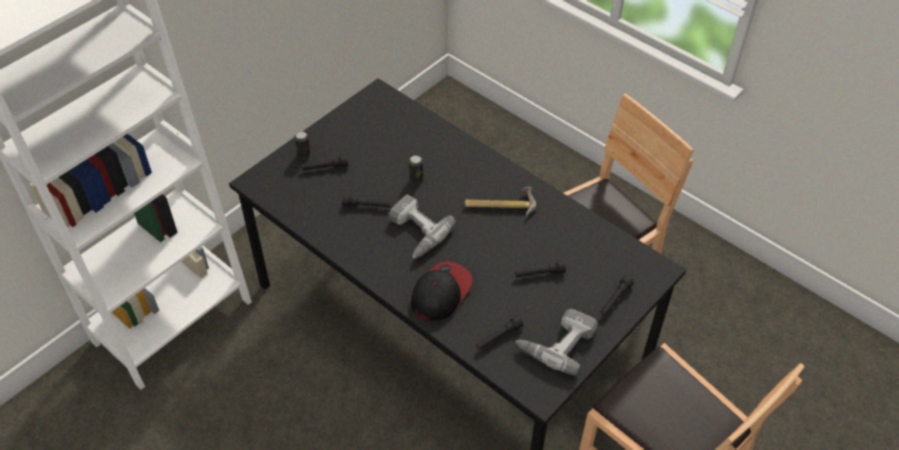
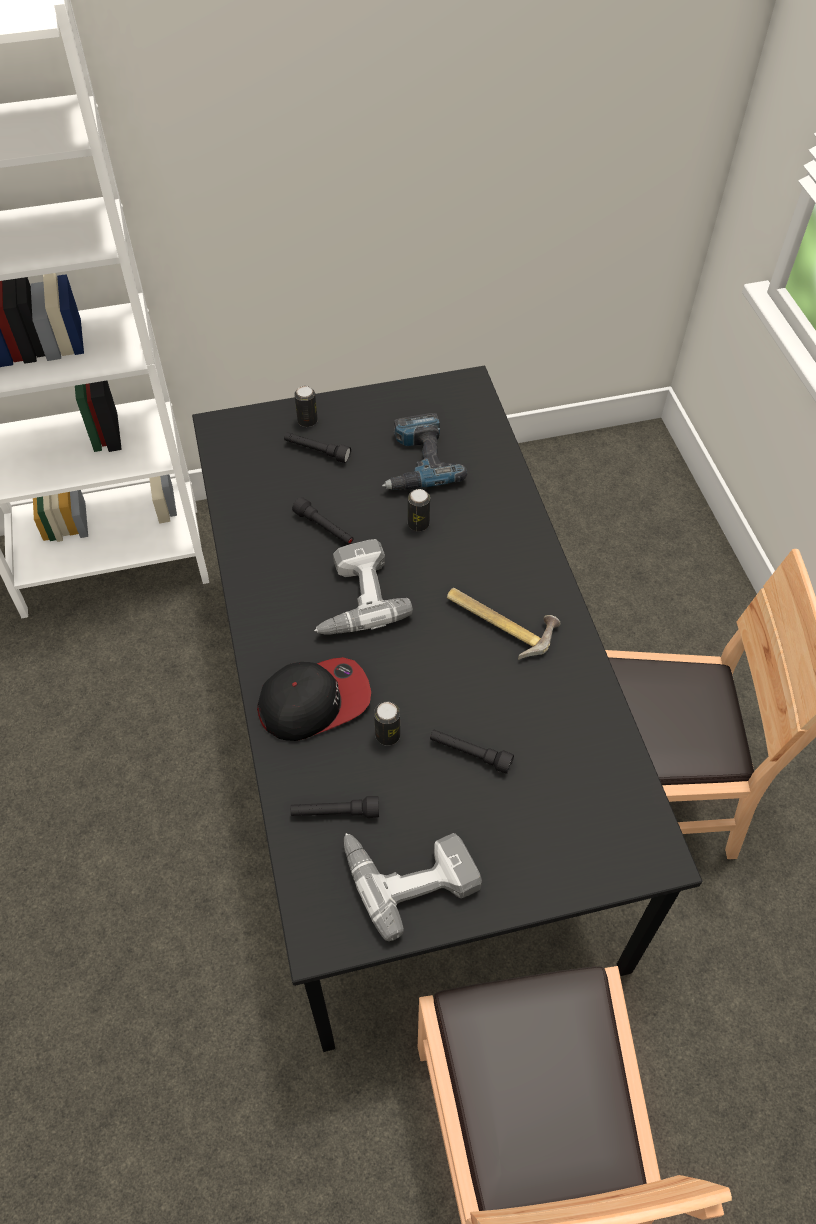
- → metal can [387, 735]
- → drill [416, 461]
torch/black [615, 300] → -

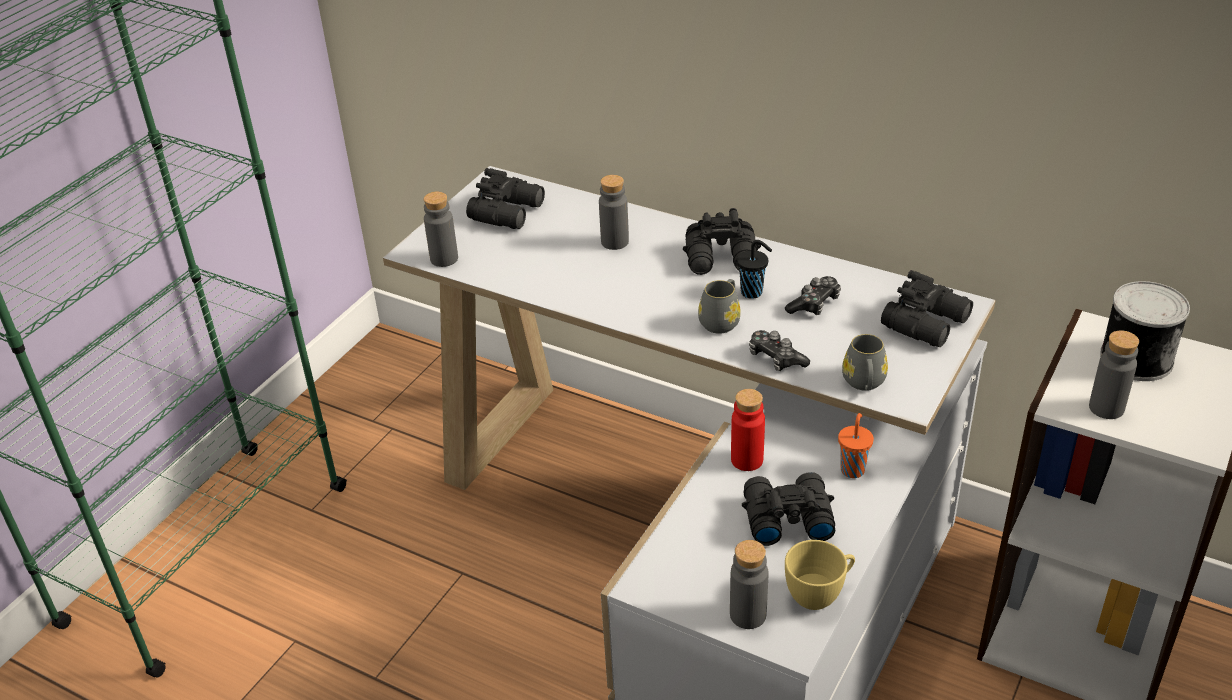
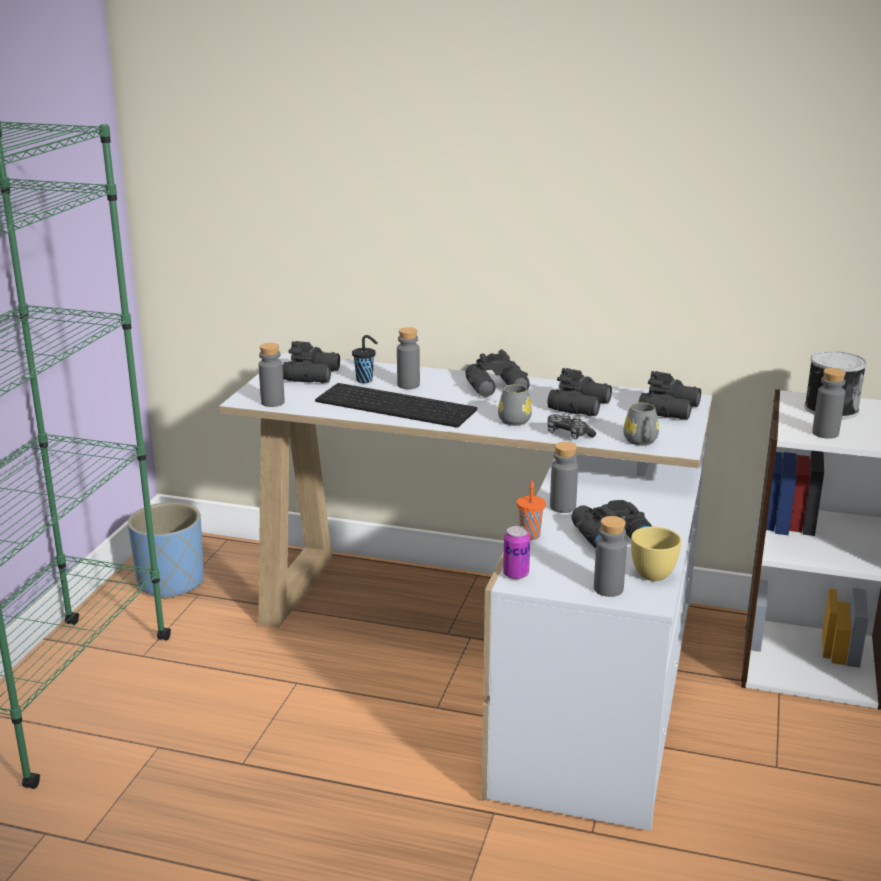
- → planter/bluish [171, 582]
- → computer keyboard [398, 405]
drinking cup/black [753, 292] → drinking cup/black [365, 380], relocated
- → metal can [516, 574]
drinking cup/orange-coloured [852, 469] → drinking cup/orange-coloured [530, 535], relocated
gamepad [814, 304] → field glasses/black [581, 406]
beverage bottle/red [747, 460] → beverage bottle/greyish [562, 507]

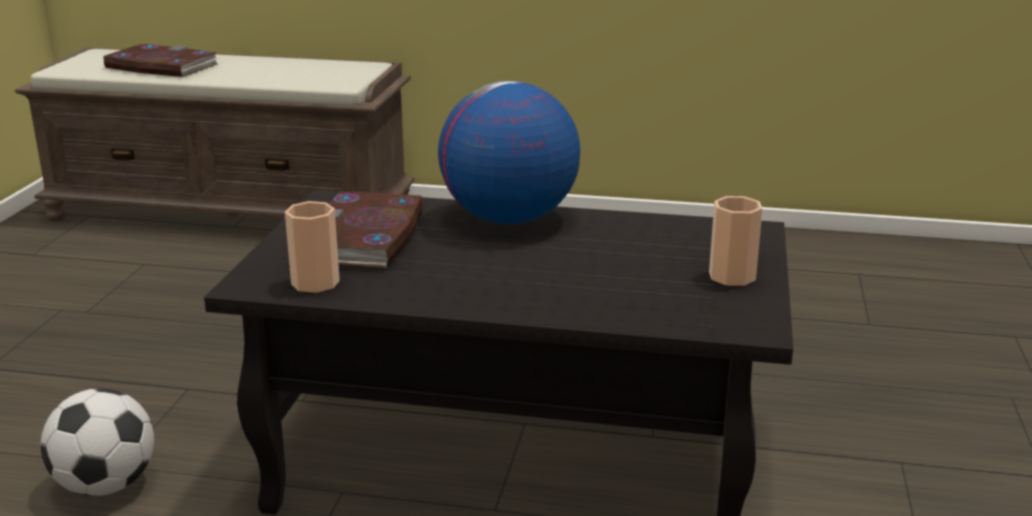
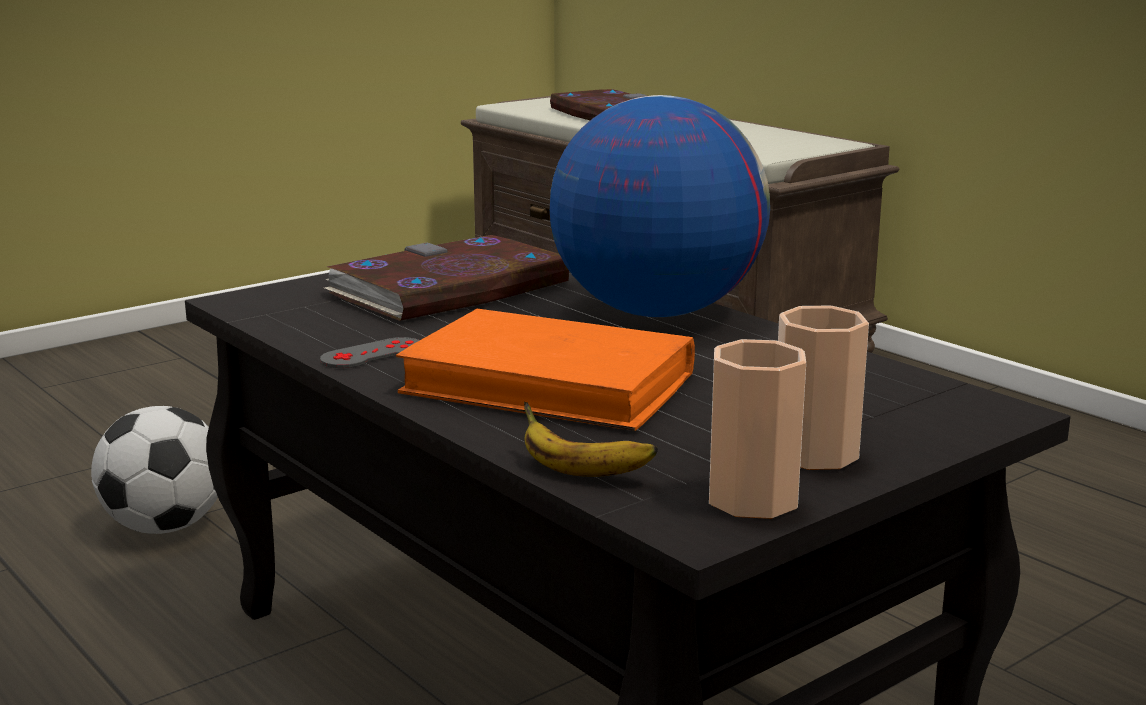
- → gamepad/greyish [372, 354]
- → volume/orange-coloured [550, 384]
- → banana [581, 473]
drinking cup [315, 283] → drinking cup [752, 500], relocated

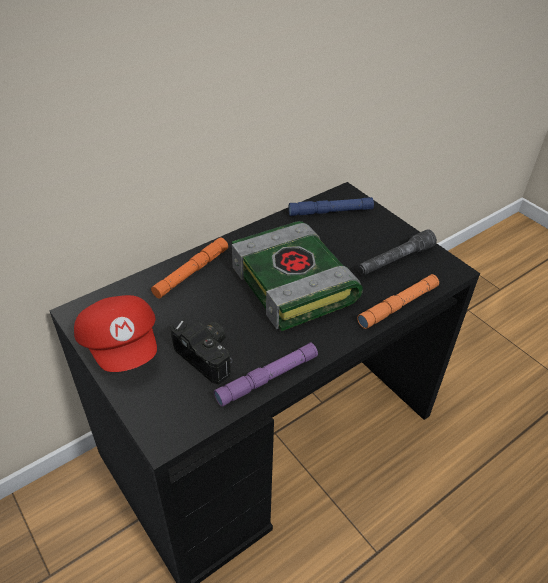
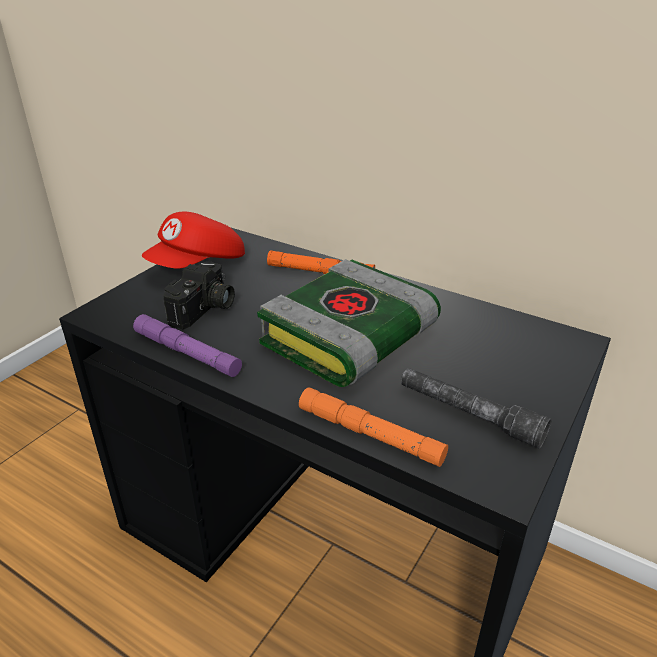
torch/bluish [330, 211] → -

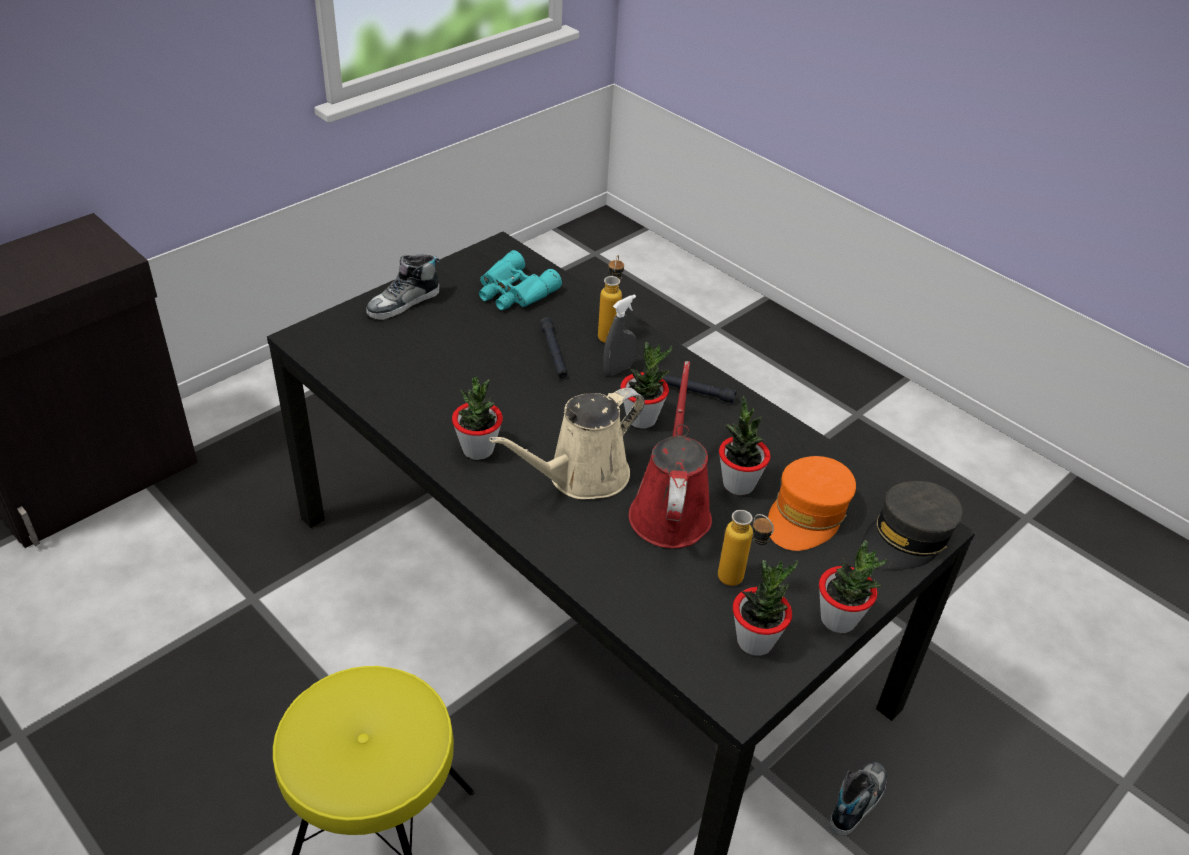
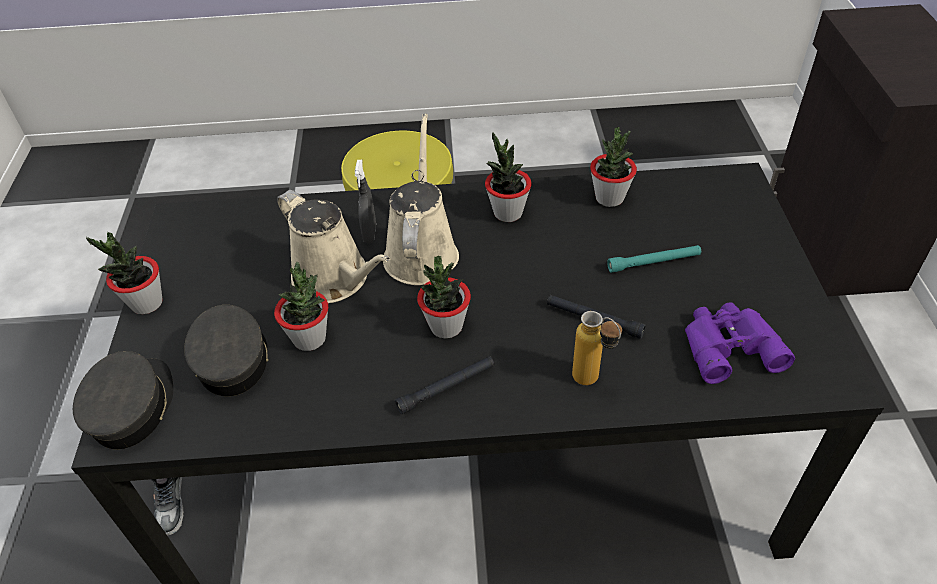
peaked cap/orange-coloured [807, 514] → peaked cap/greyish [232, 359]
watering can/red [670, 510] → watering can/beige-coloured [335, 280]
spray bottle/greyish [618, 369] → spray bottle/greyish [370, 233], relocated
plant in a pot [755, 641] → plant in a pot [609, 198], relocated
- → torch/turquoise [654, 262]
field glasses/turquoise [514, 292] → field glasses/purple-coloured [728, 345]
item of footwear [404, 303] → -
beverage bottle [739, 583] → -

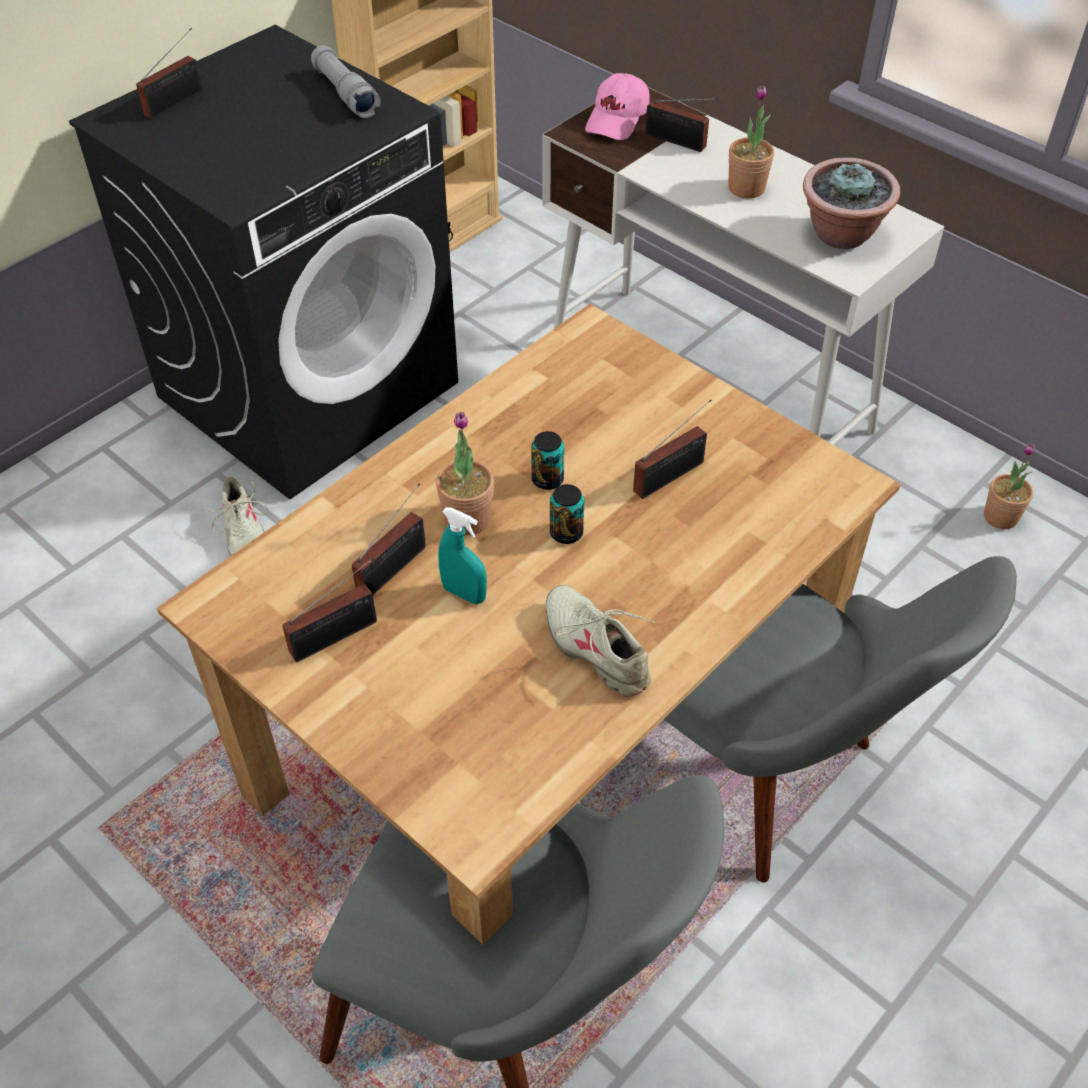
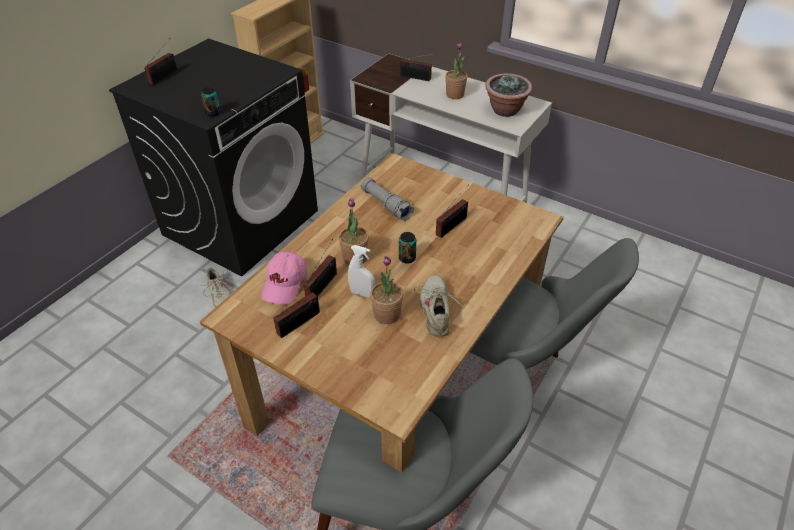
metal can [547, 480] → metal can [213, 113], relocated
peaked cap/pinkish [618, 120] → peaked cap/pinkish [285, 284], relocated
spray bottle/turquoise [464, 593] → spray bottle/white [362, 293]
torch/greyish [345, 94] → torch/greyish [386, 204], relocated
plant in a pot [1000, 517] → plant in a pot [387, 314], relocated
item of footwear/beige-coloured [597, 649] → item of footwear/beige-coloured [436, 310], 45 degrees clockwise

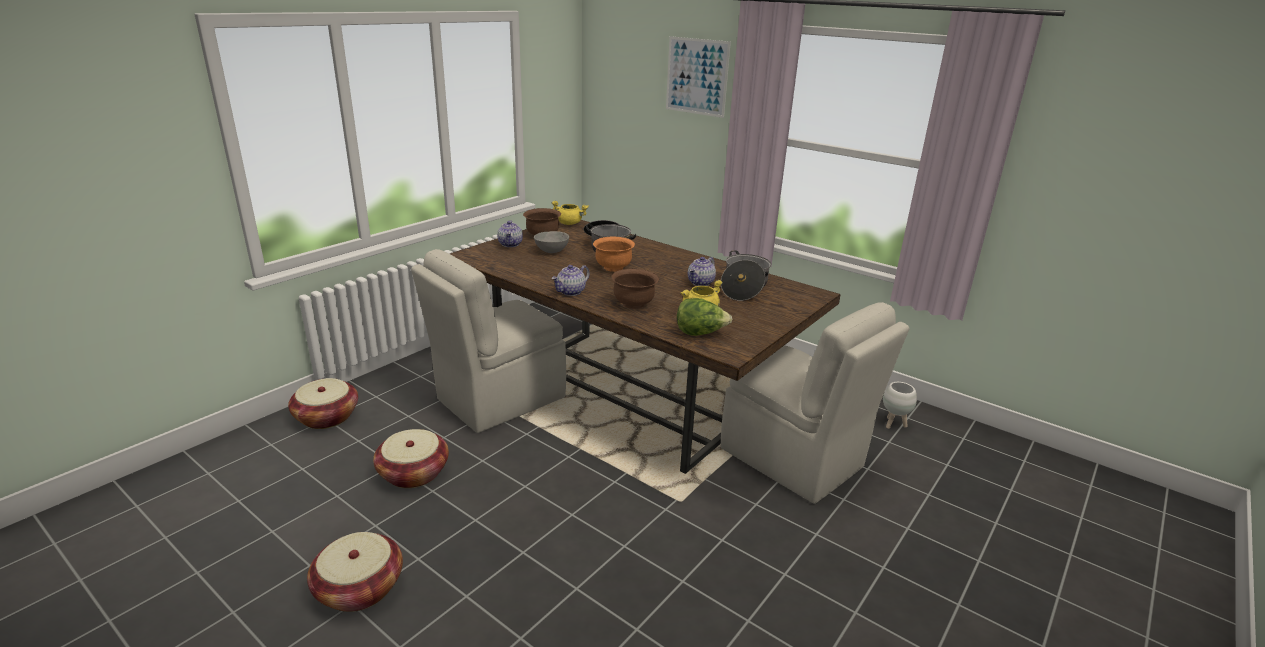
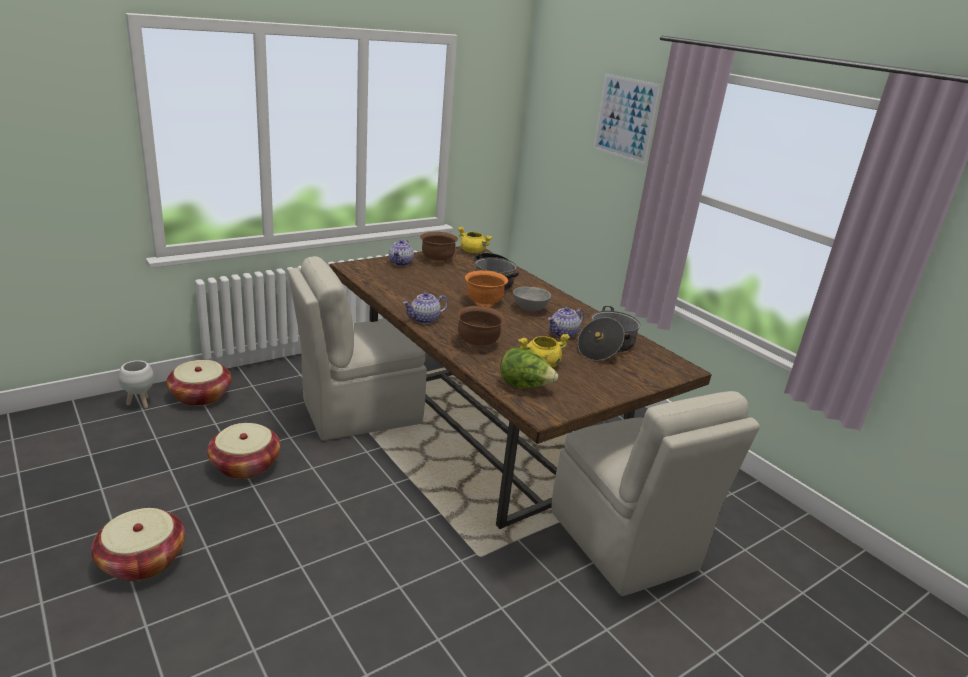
planter/white [893, 424] → planter/white [140, 403], relocated
bowl/greyish [551, 251] → bowl/greyish [529, 309], relocated

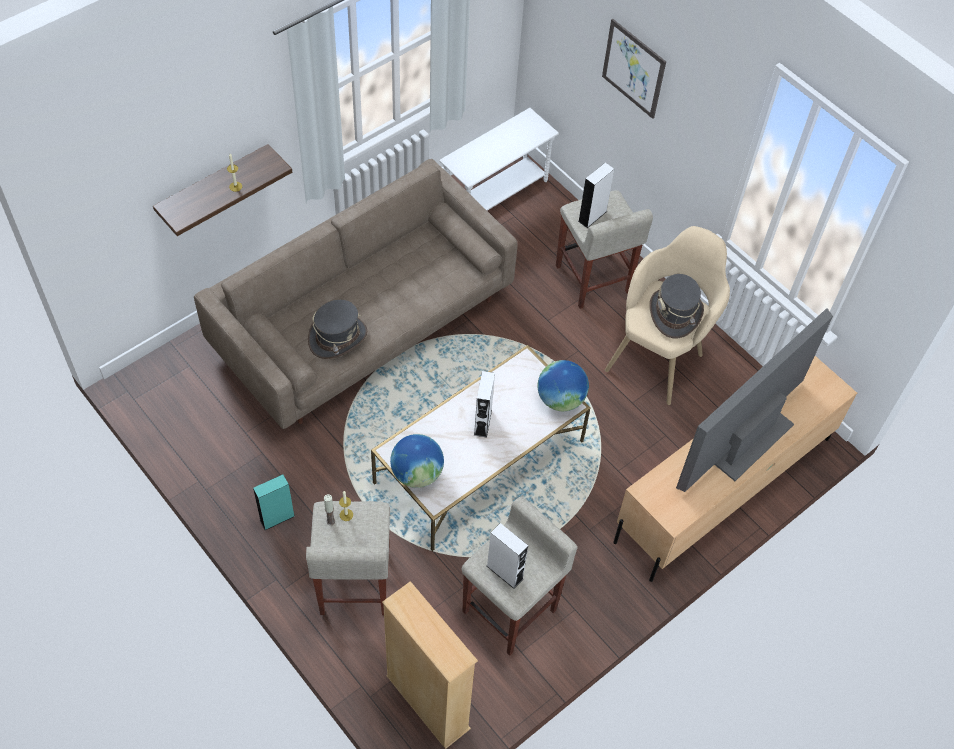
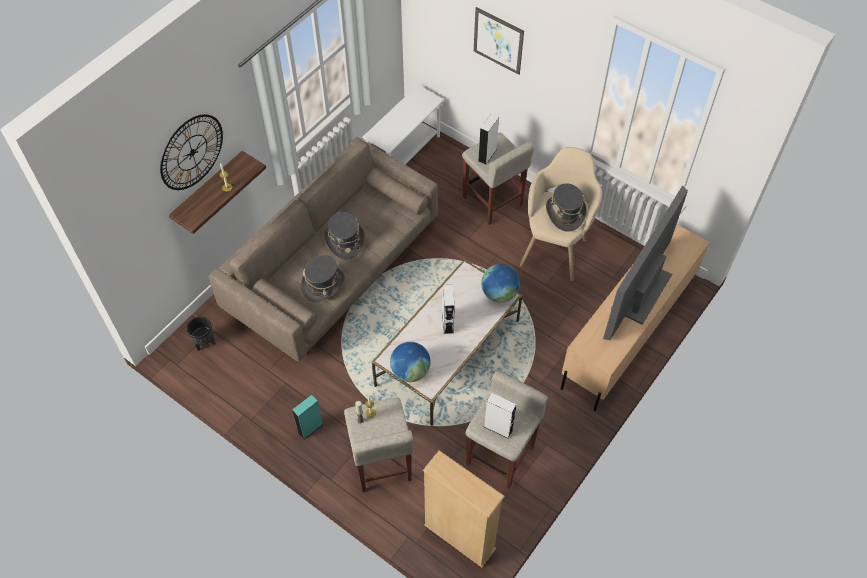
- → hanging clock [192, 152]
- → planter/black [205, 343]
- → hat/greyish [344, 241]

